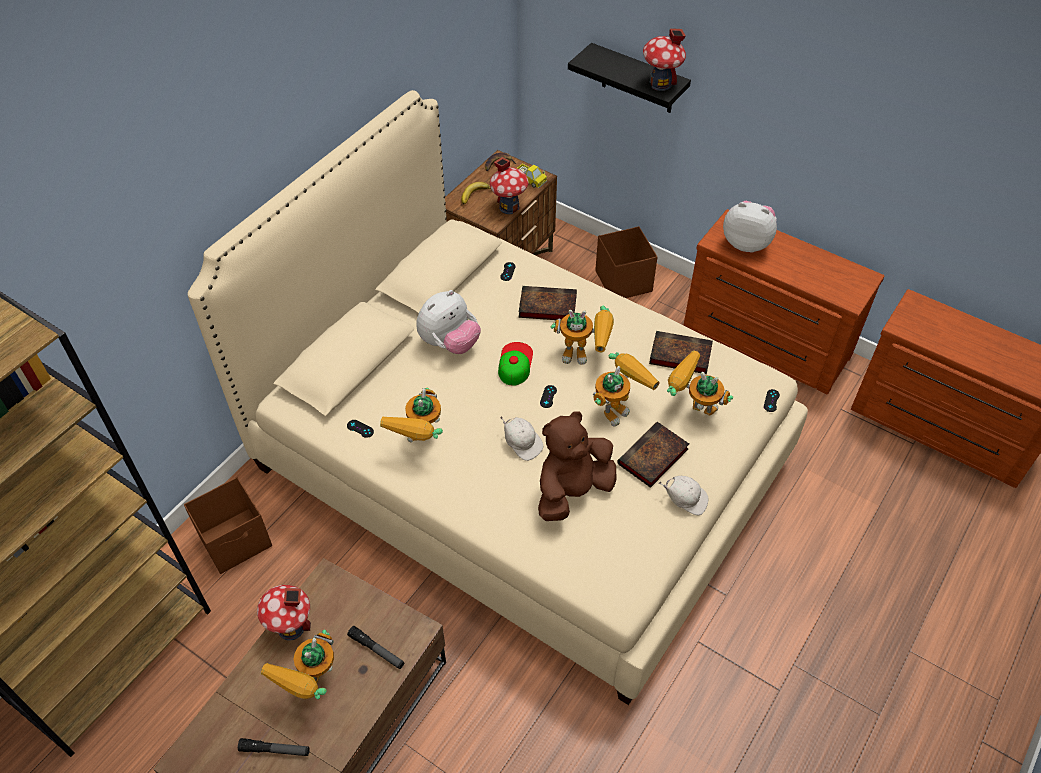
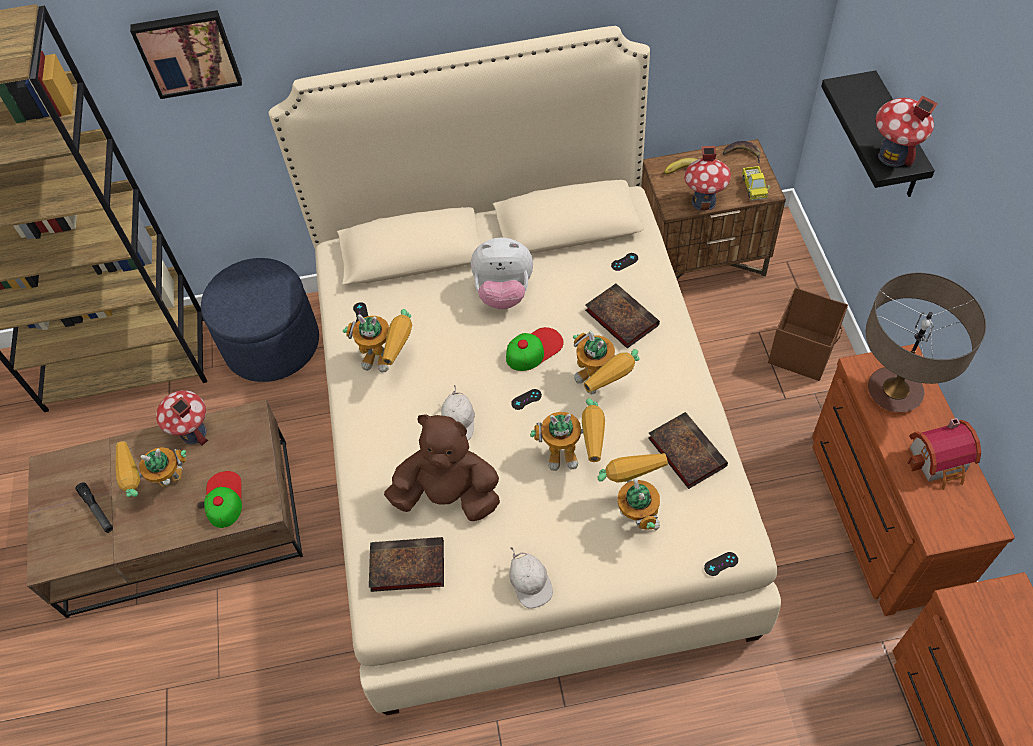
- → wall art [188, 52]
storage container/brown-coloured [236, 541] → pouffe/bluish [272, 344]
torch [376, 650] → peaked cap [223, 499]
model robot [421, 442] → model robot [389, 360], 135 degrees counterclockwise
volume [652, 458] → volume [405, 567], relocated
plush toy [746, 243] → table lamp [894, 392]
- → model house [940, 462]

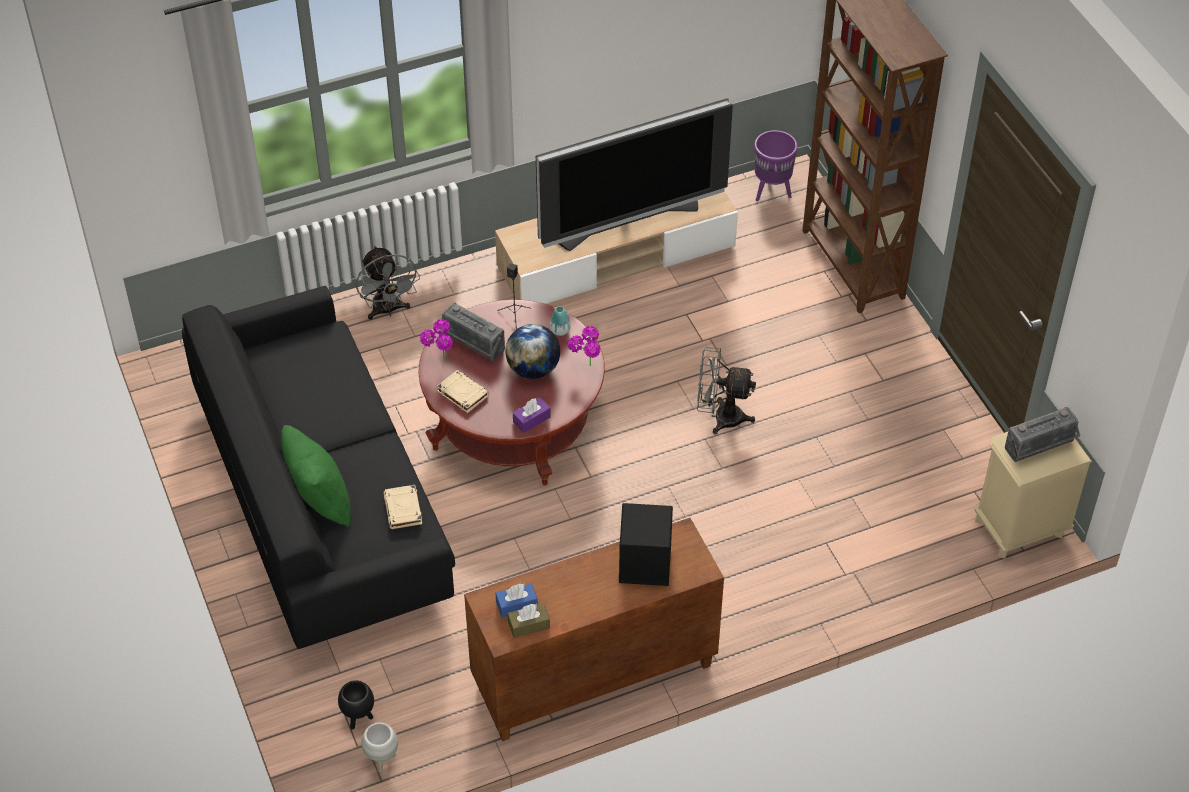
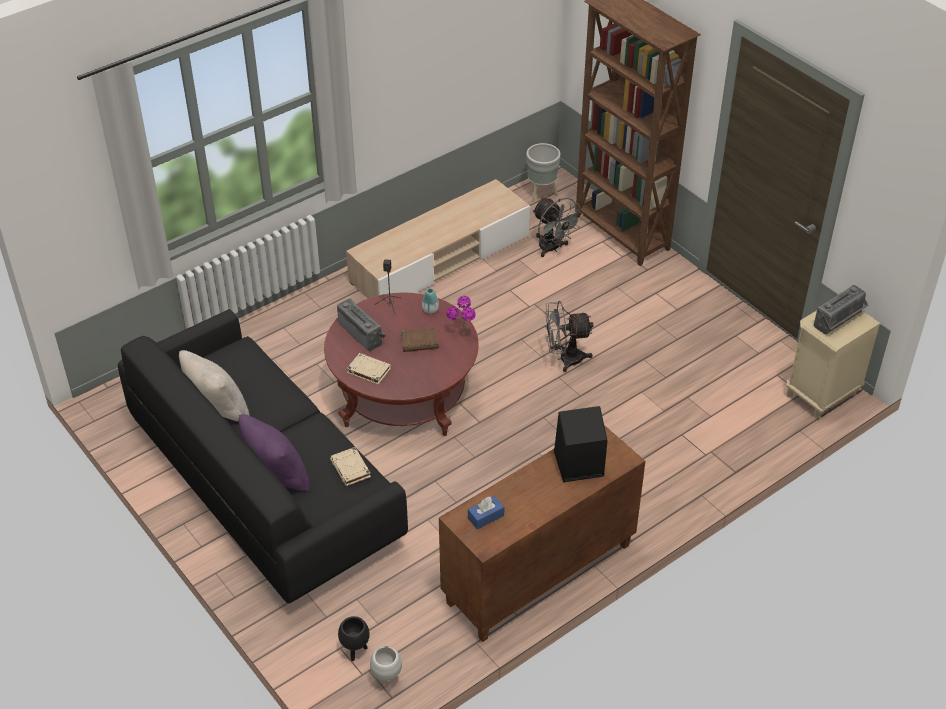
- → pillow/beige-coloured [218, 410]
pillow/green-coloured [319, 500] → pillow/purple-coloured [277, 476]
radio set [471, 344] → radio set [362, 333], 150 degrees counterclockwise
world globe [533, 369] → volume/brown-coloured [420, 342]
planter/purple-coloured [772, 191] → planter/greyish [542, 193]
electric fan/greyish [388, 310] → electric fan/greyish [552, 249], relocated
plant in a pot [440, 363] → -
tissue box/brown-coloured [528, 625] → -
tissue box/purple-coloured [531, 419] → -
TV [628, 221] → -

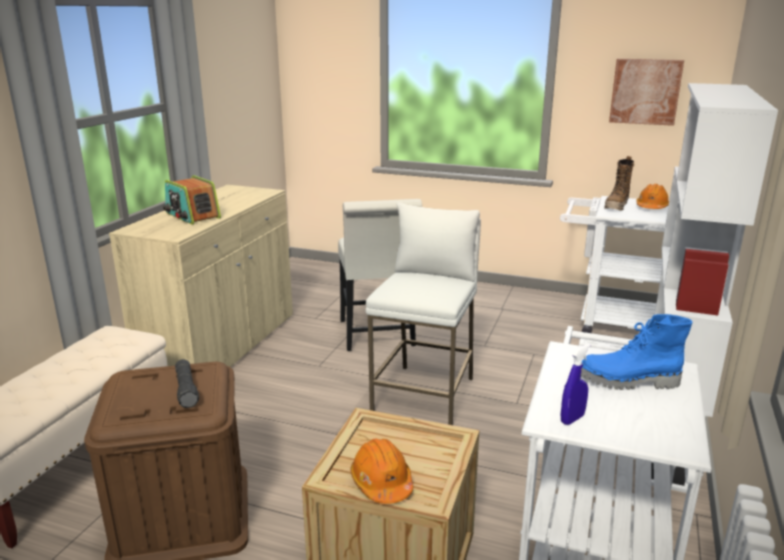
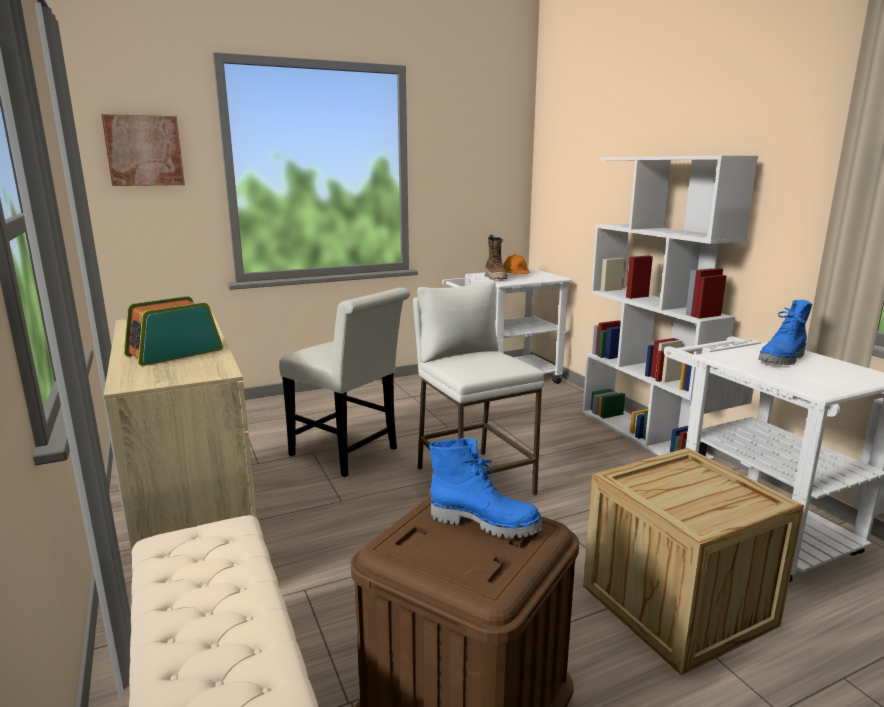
wall art [645, 91] → wall art [144, 151], relocated
radio set [192, 216] → radio set [174, 352], 135 degrees clockwise
torch/black [186, 390] → tall boot/bluish [485, 522]
hard hat/orange-coloured [381, 482] → -
spray bottle/bluish [572, 419] → -

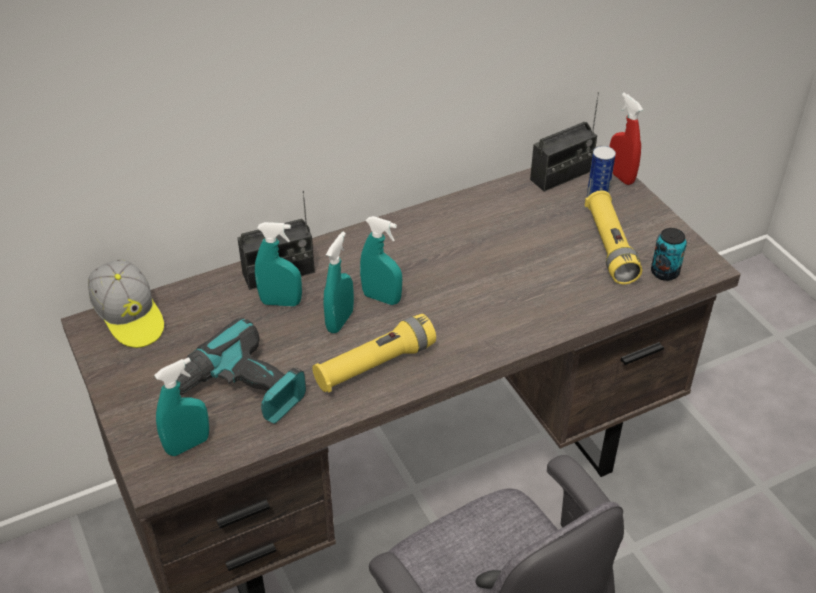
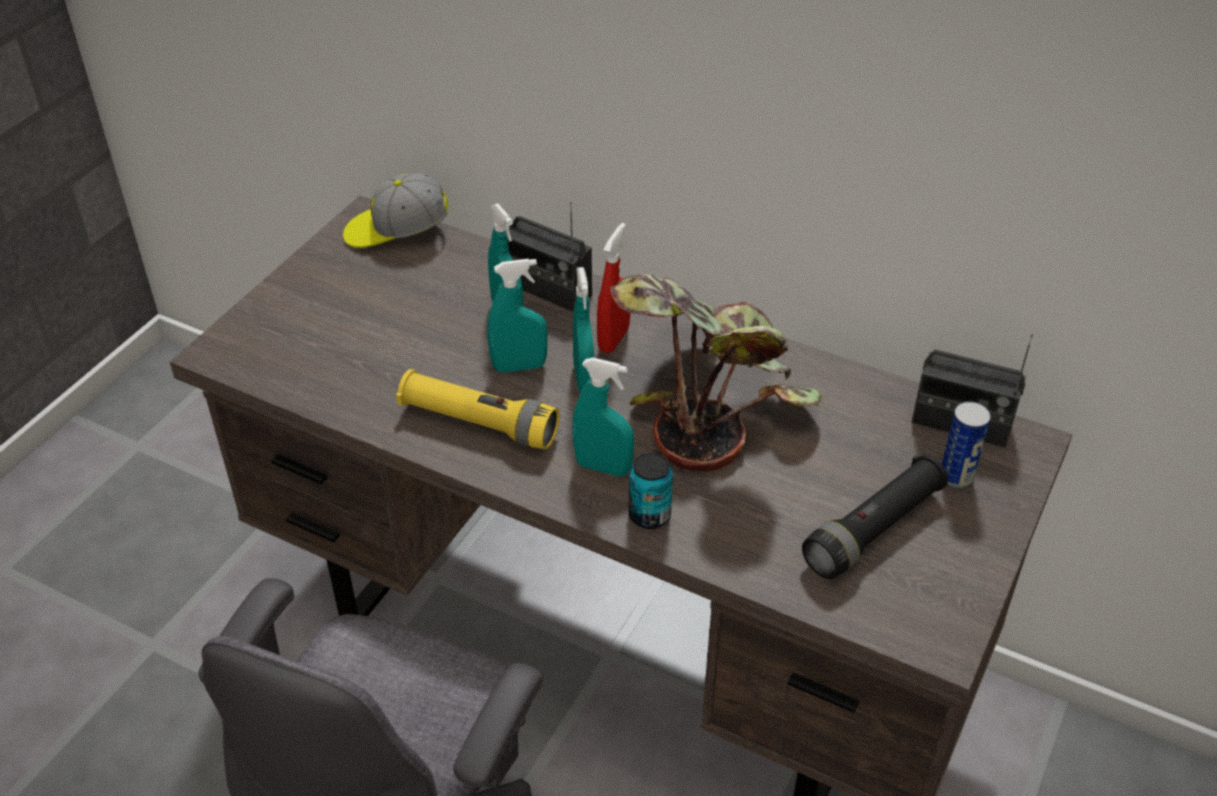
peaked cap [129, 317] → peaked cap [397, 231], 60 degrees clockwise
spray bottle/turquoise [188, 445] → spray bottle/turquoise [603, 467], relocated
spray bottle/red [620, 176] → spray bottle/red [613, 339], relocated
- → plant in a pot [705, 399]
metal can [664, 272] → metal can [649, 515], relocated
torch/yellow-coloured [610, 247] → torch/black [874, 530]
drill [240, 391] → -

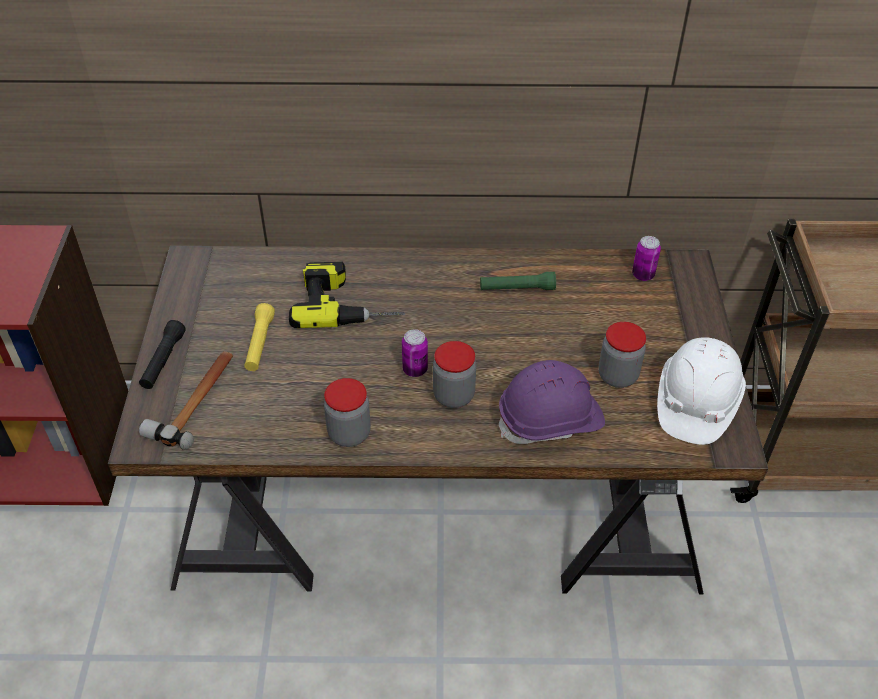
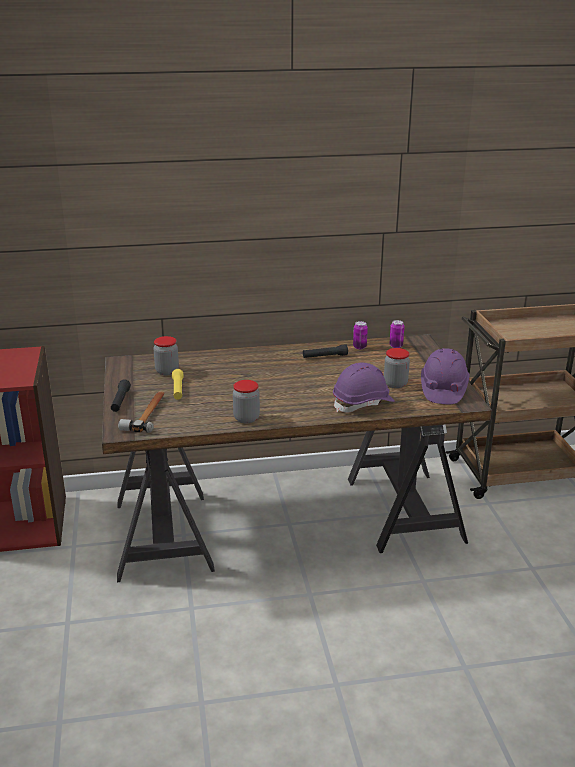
preserve jar [453, 396] → preserve jar [167, 371], relocated
torch/green-coloured [517, 288] → torch/black [325, 356]
metal can [415, 369] → metal can [359, 347], relocated
hard hat/white [695, 403] → hard hat/purple-coloured [443, 390]
drill [348, 302] → -

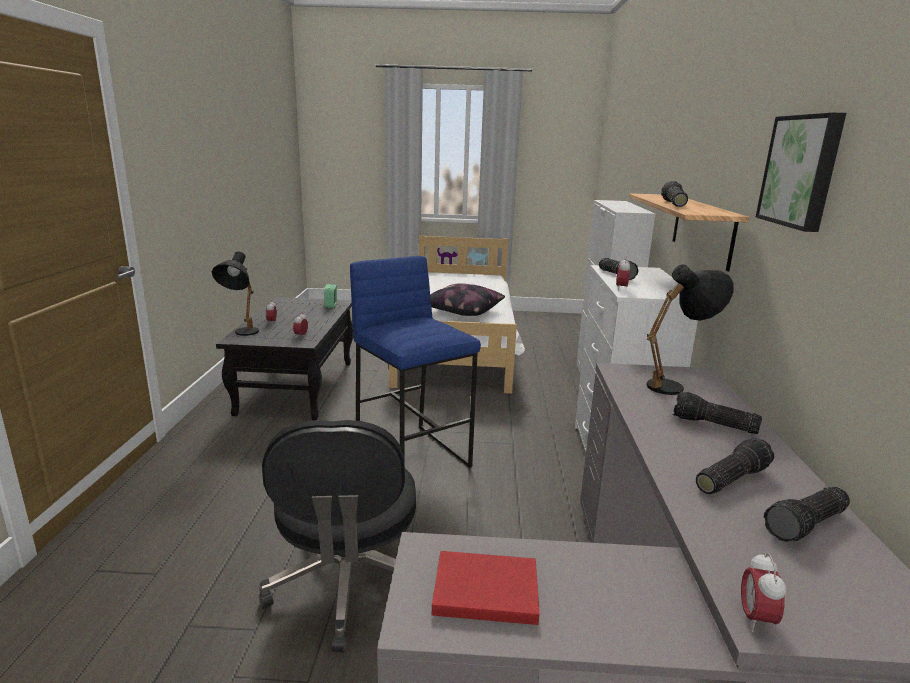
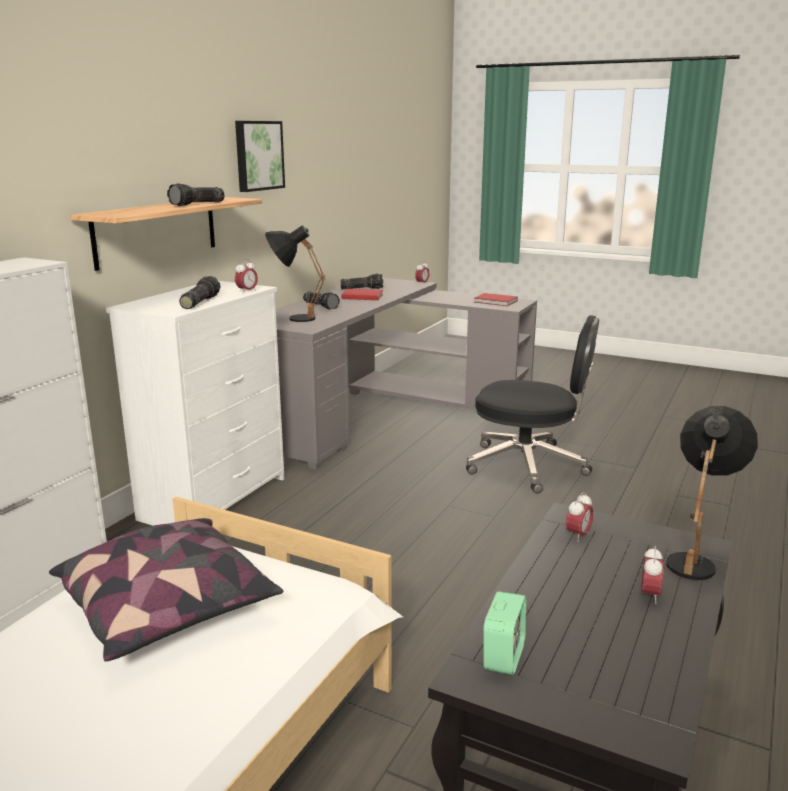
torch [730, 478] → volume/red [361, 296]
computer chair/black [348, 584] → computer chair/black [529, 466], 90 degrees clockwise
stool seat/bluish [413, 455] → -

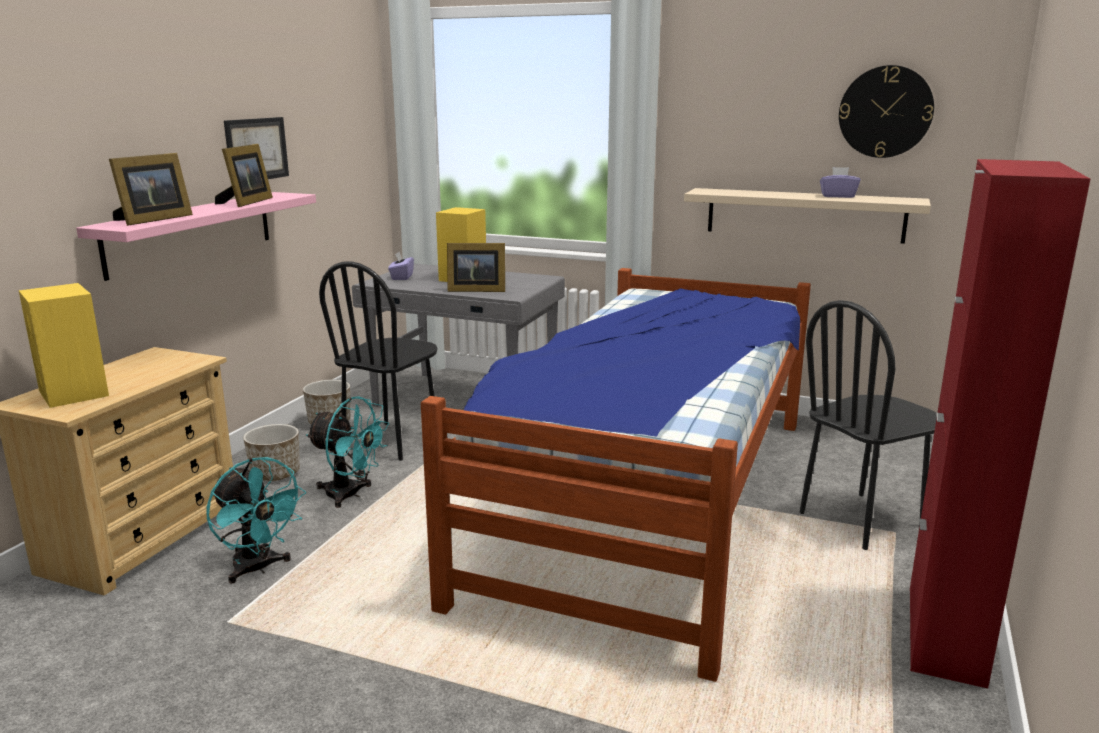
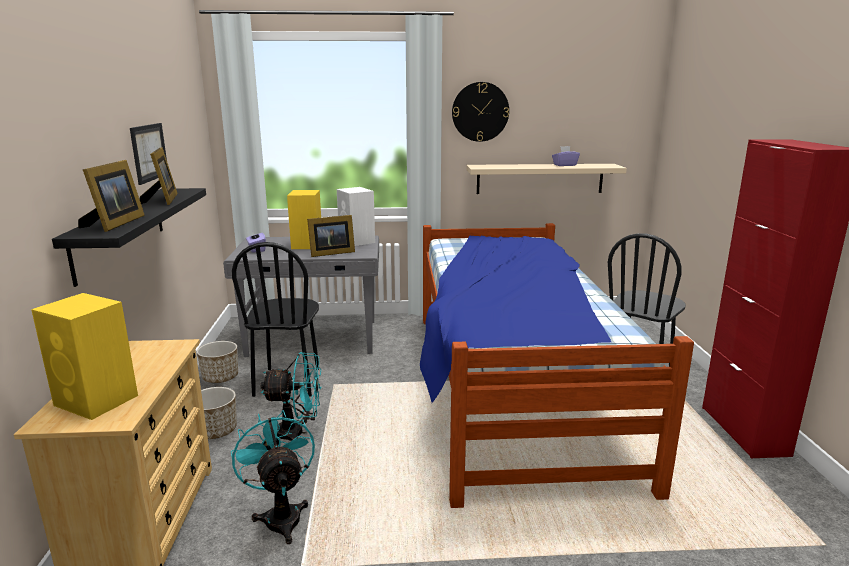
bracket shelf/pinkish [191, 232] → bracket shelf/black [120, 231]
electric fan/turquoise [258, 568] → electric fan/turquoise [281, 515], 135 degrees counterclockwise
- → loudspeaker/white [357, 241]
hanging clock [885, 112] → hanging clock [480, 112], relocated

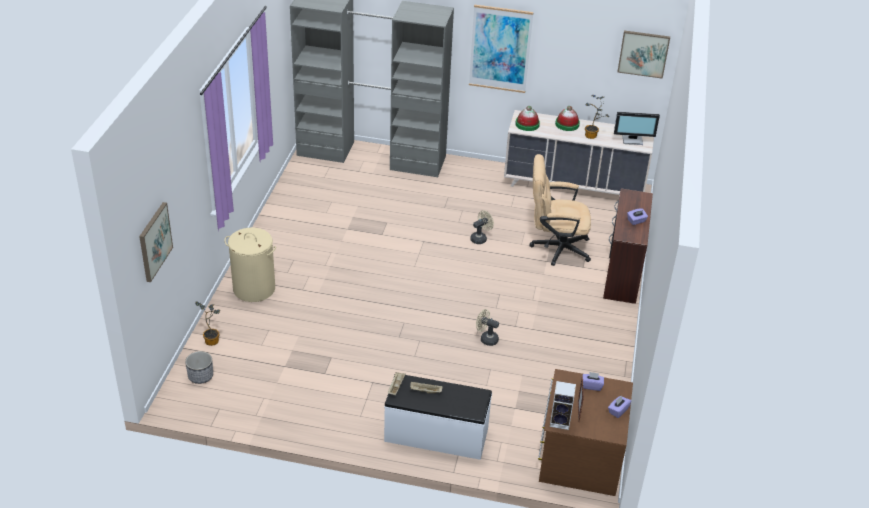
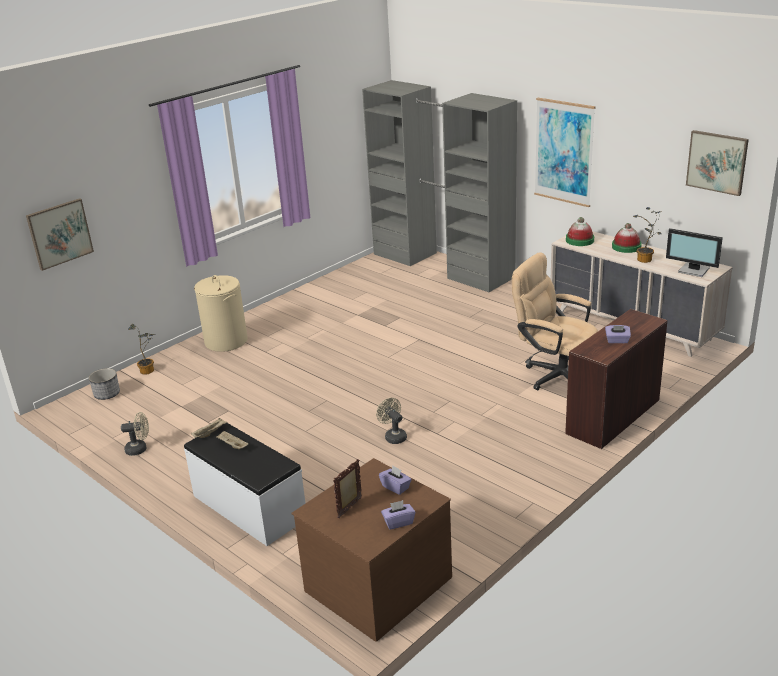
electric fan/beige-coloured [480, 238] → electric fan/beige-coloured [140, 449], relocated
loudspeaker [561, 421] → -

